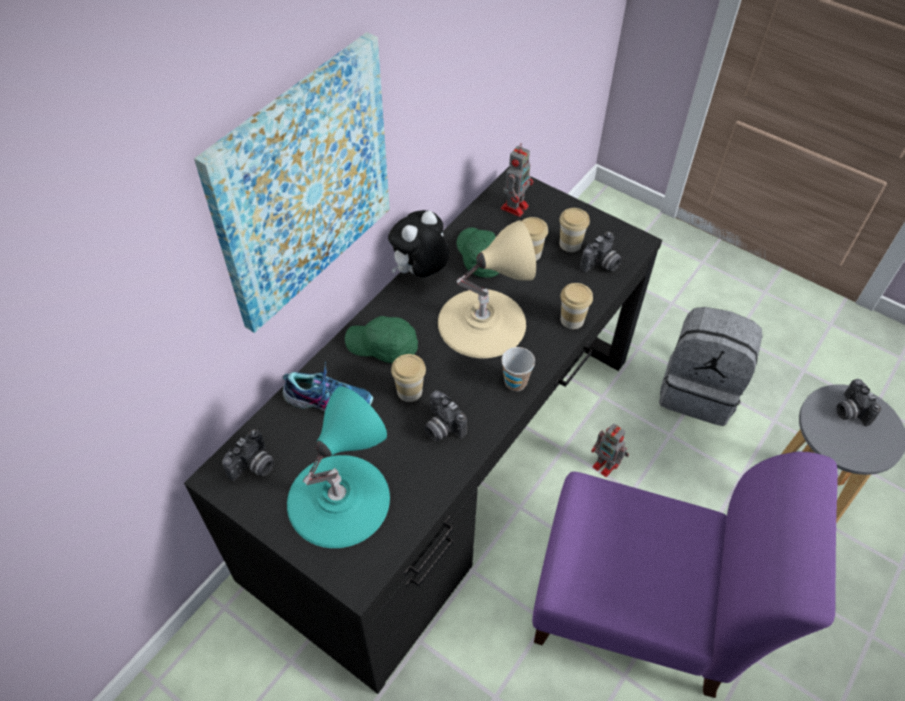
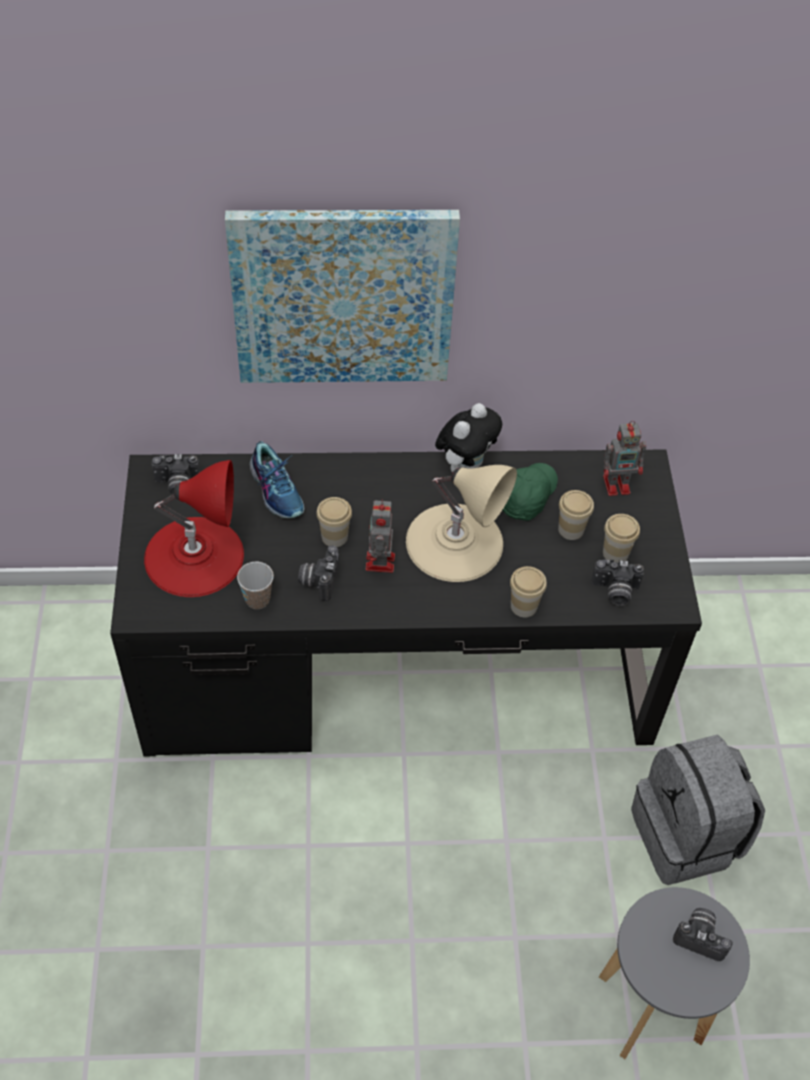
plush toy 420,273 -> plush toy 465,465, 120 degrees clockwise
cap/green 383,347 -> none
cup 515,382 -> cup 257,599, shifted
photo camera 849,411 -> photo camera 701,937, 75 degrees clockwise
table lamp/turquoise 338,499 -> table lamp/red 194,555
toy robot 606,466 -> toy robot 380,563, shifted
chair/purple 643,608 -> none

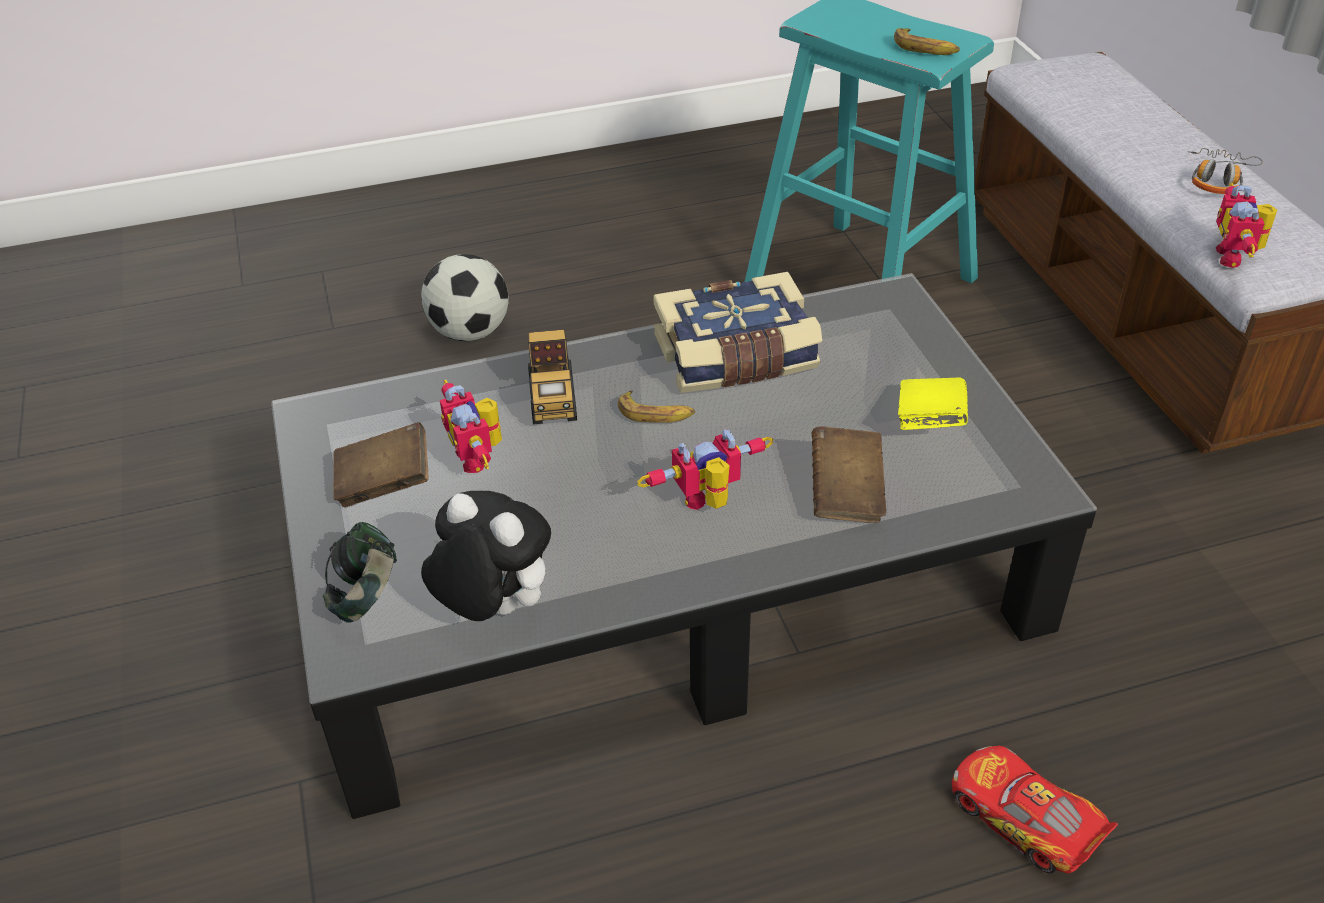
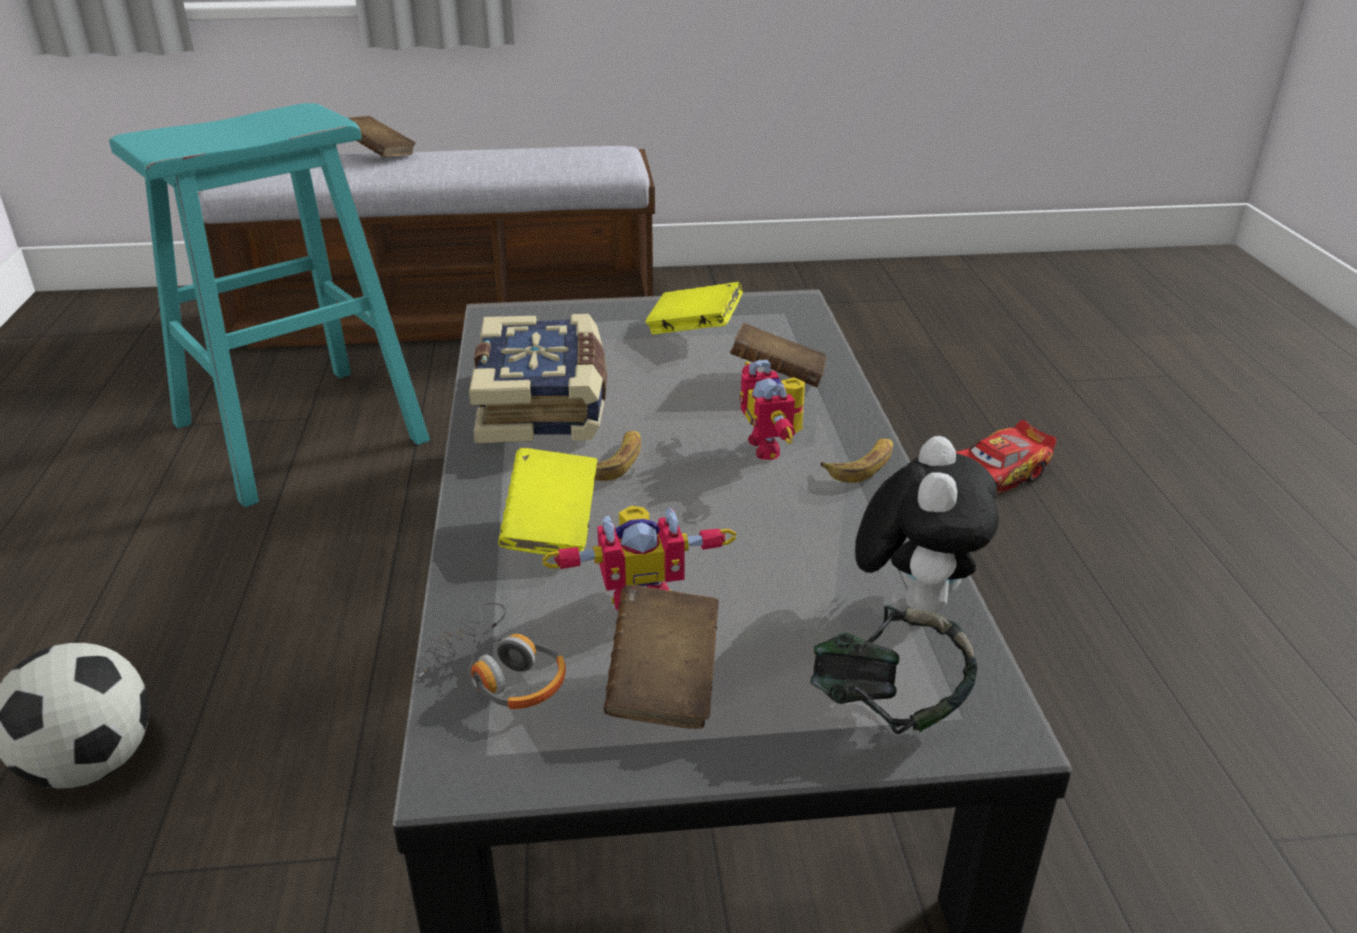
banana 925,48 -> banana 862,465, shifted
headphones 1218,180 -> headphones 499,673, shifted
toy robot 1236,257 -> none
toy truck 553,399 -> book/yellow 552,528
plush toy 492,608 -> plush toy 914,599, 150 degrees clockwise
none -> book/brown 378,154

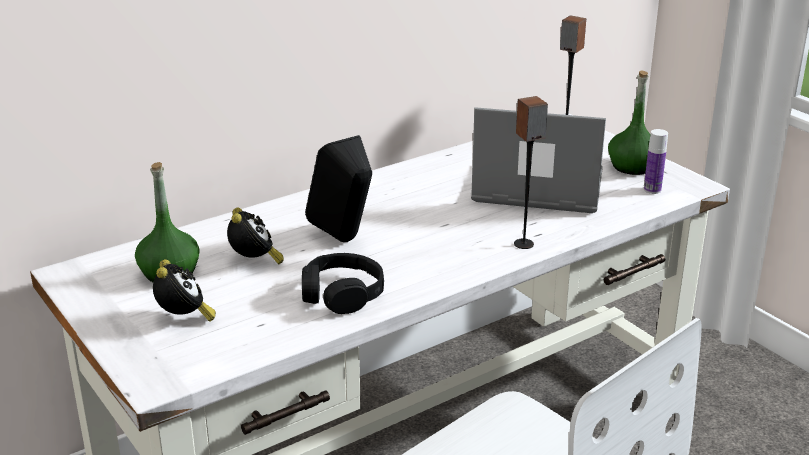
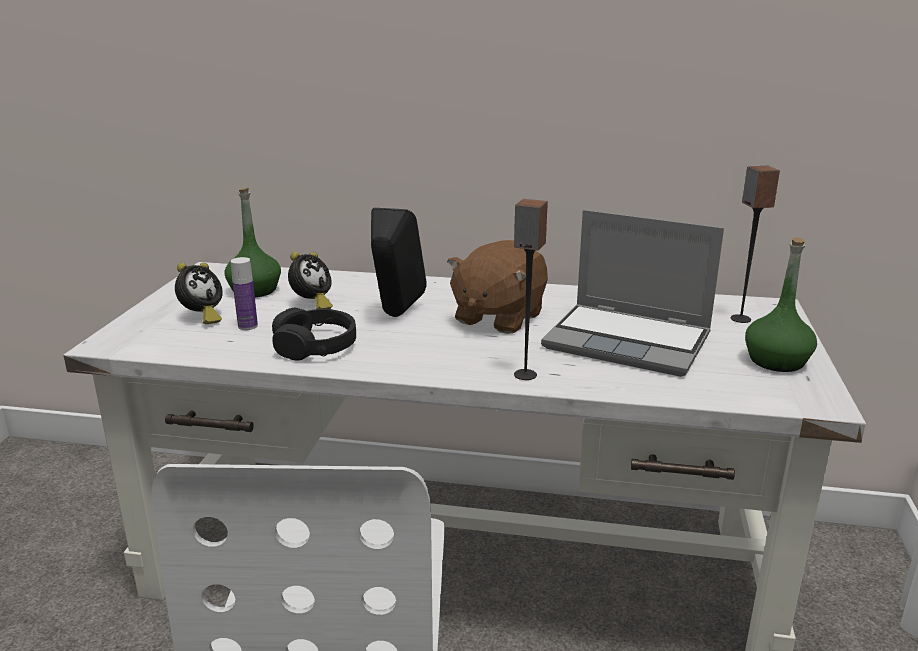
laptop 535,189 -> laptop 629,341, 150 degrees clockwise
bottle 652,190 -> bottle 247,326, shifted
none -> plush toy/brown 497,317

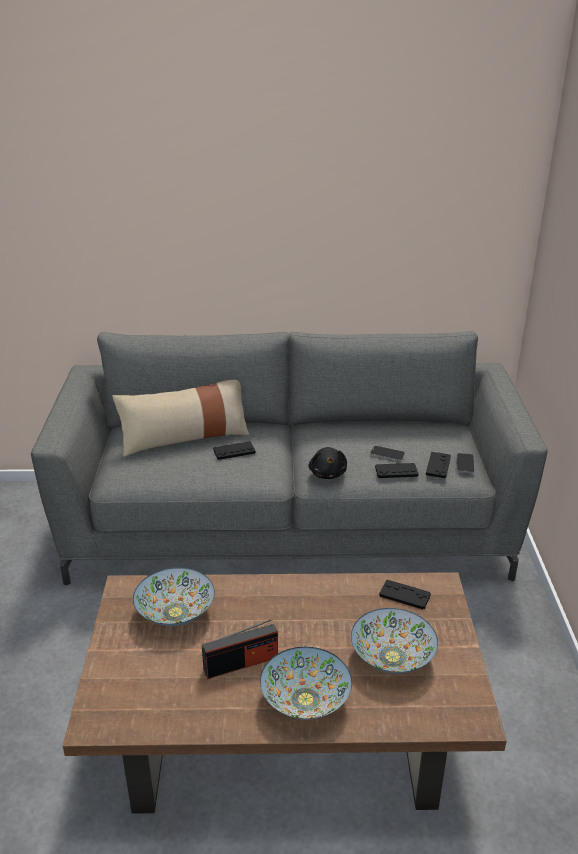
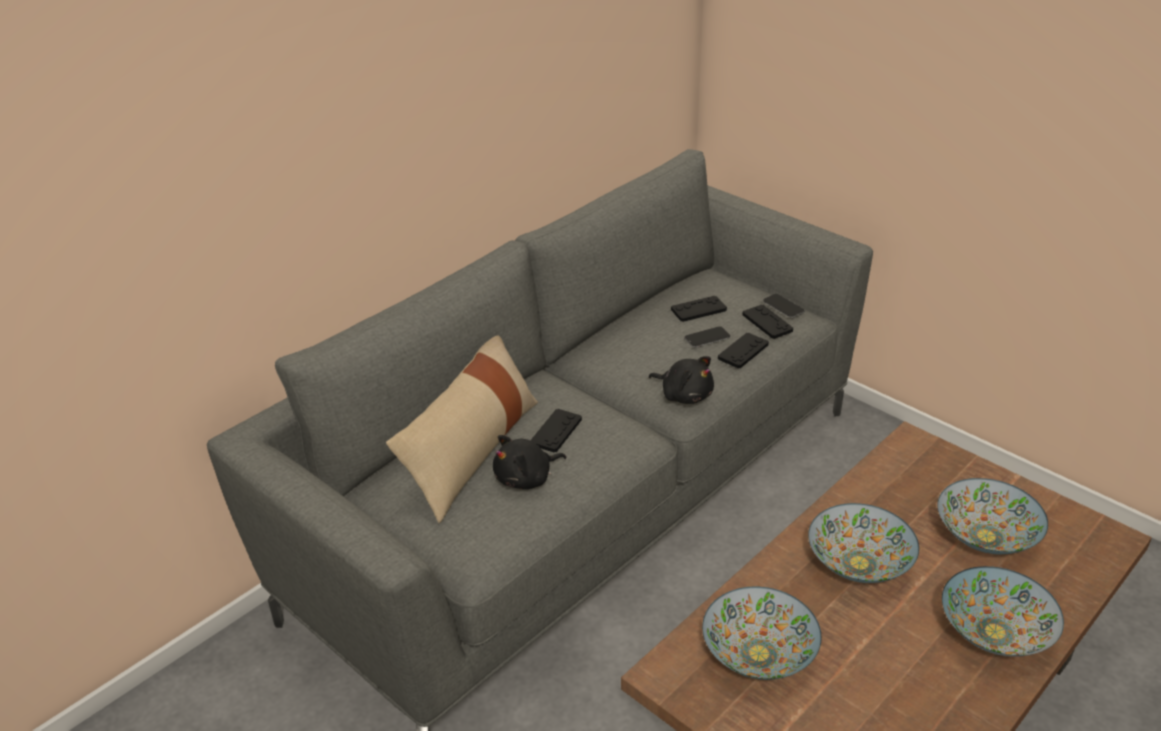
game controller/black 404,595 -> game controller/black 698,310, shifted
radio 241,663 -> none
none -> plush toy/black 526,478
none -> bowl 859,564

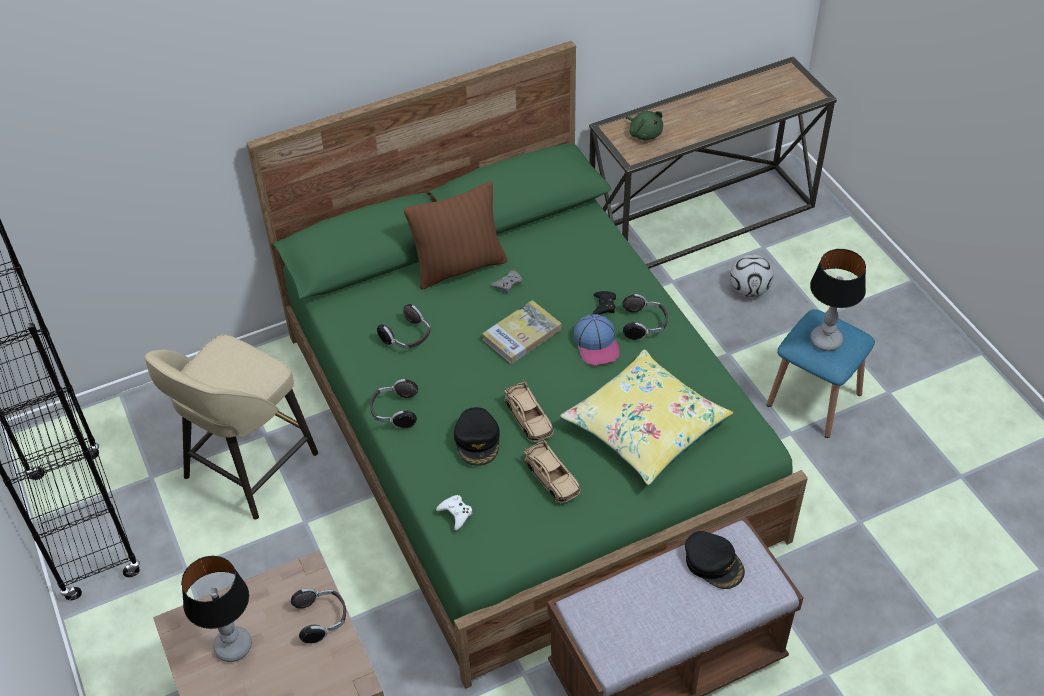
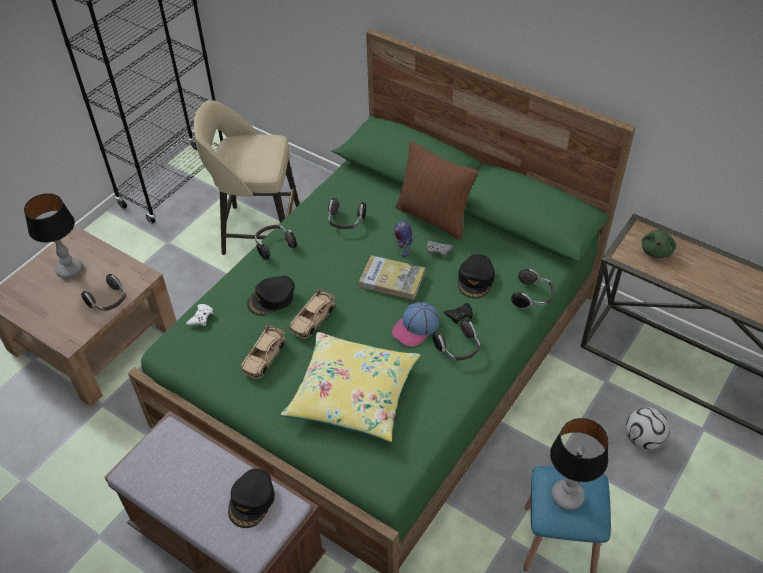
none -> toy robot 403,248
none -> cap/black 476,280
none -> headphones 532,297

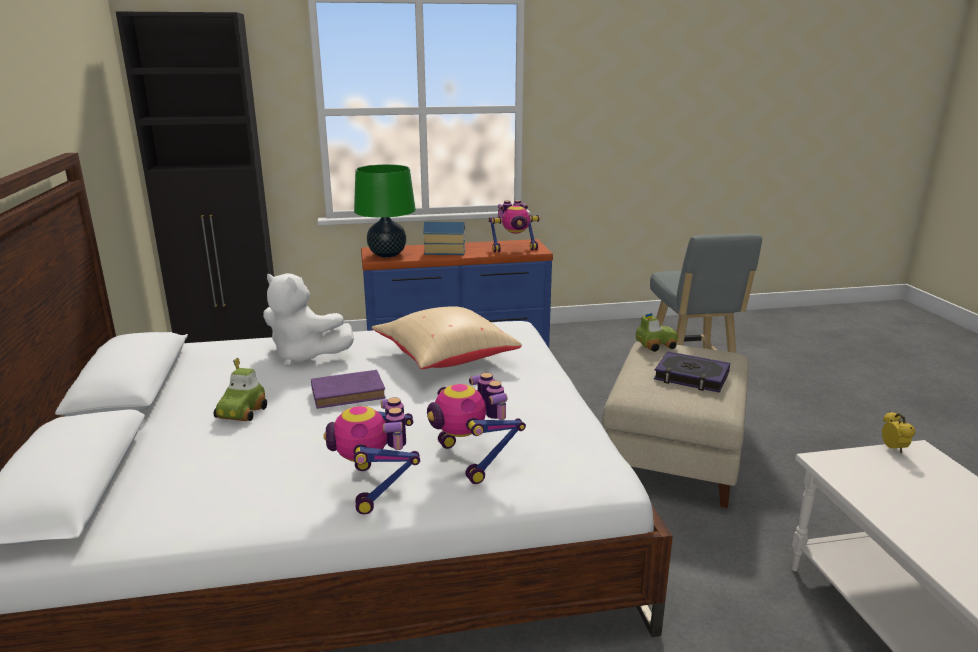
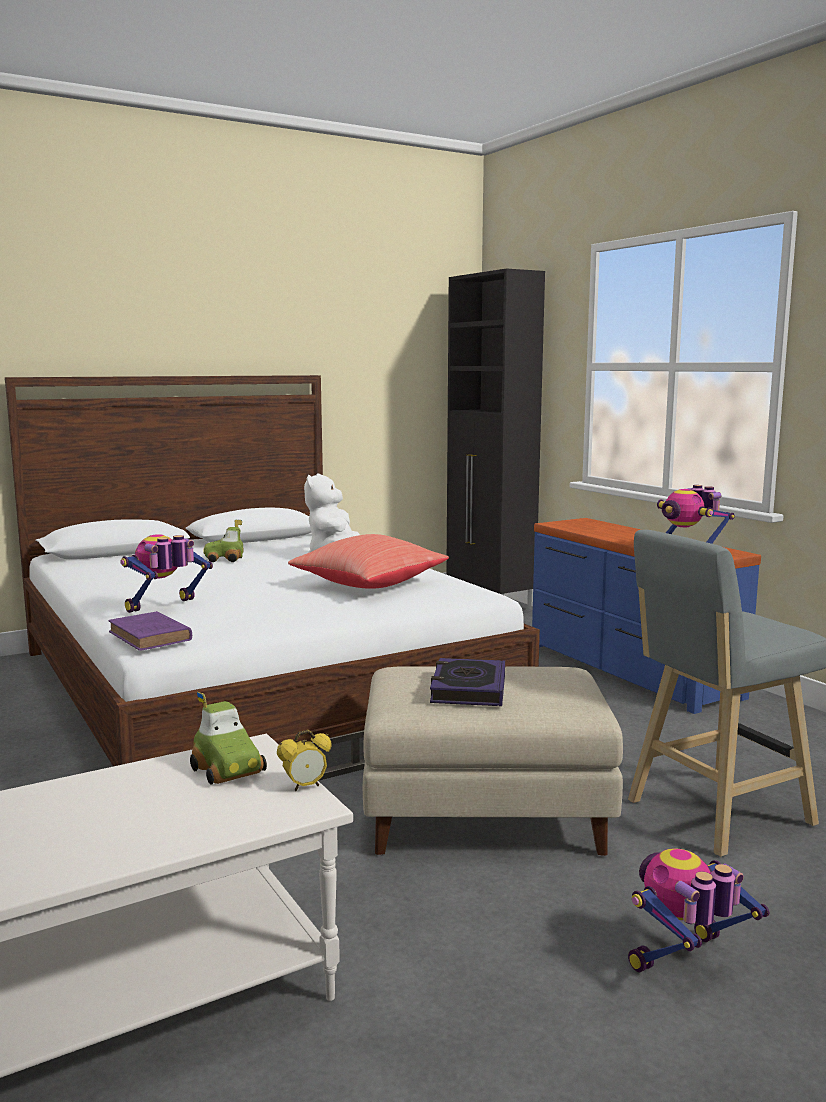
table lamp/green 387,255 -> none
toy house 444,251 -> none
pillow/beige 444,358 -> pillow/red 368,585
toy car 655,345 -> toy car 229,770, shifted
book/purple 350,393 -> book/purple 151,637, shifted
toy robot 376,487 -> toy robot 685,961, shifted

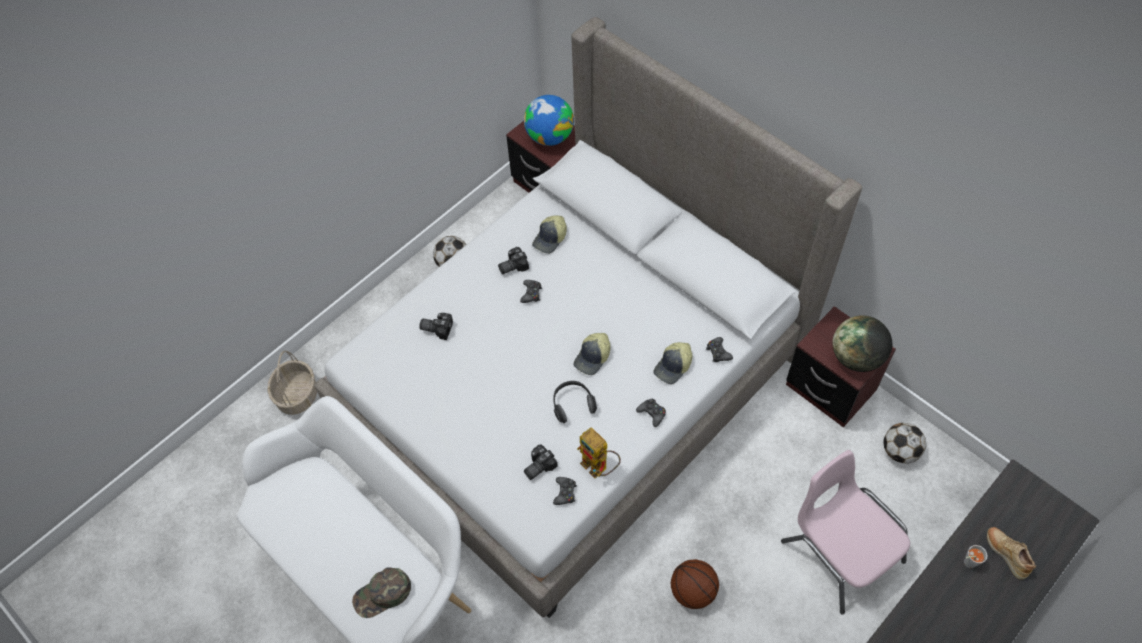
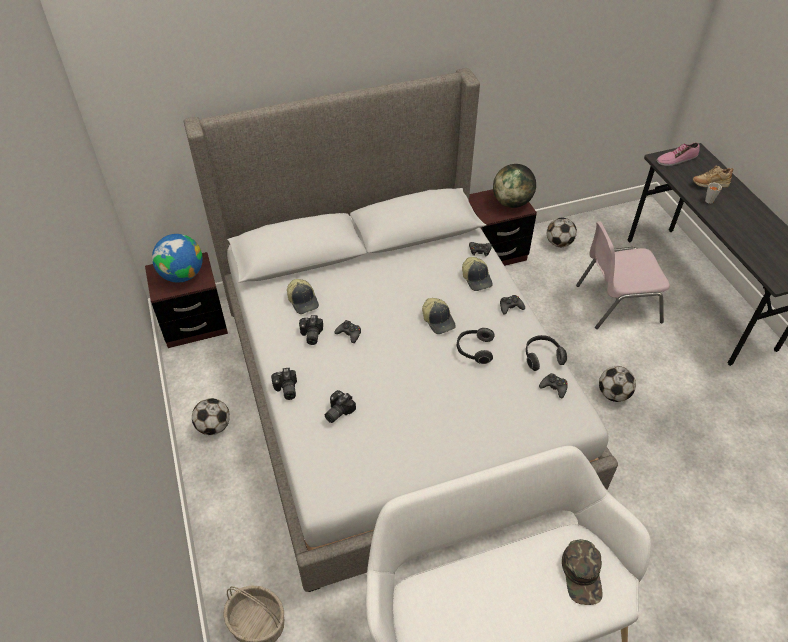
toy robot 599,468 -> headphones 542,357
photo camera 537,466 -> photo camera 285,389, shifted
basketball 693,591 -> football 613,394
none -> shoe 676,159

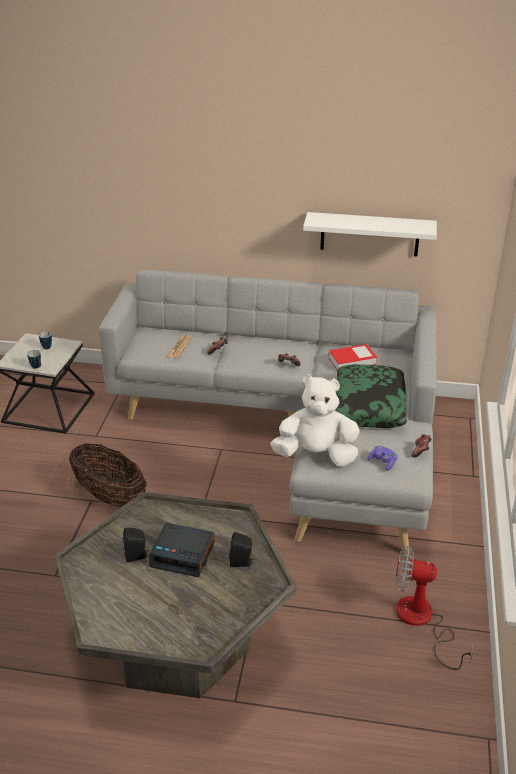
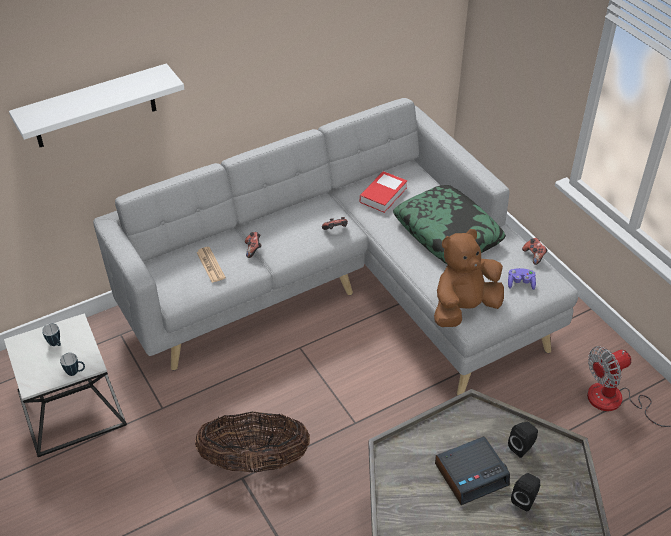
shelf/white 369,234 -> shelf/white 94,107, shifted
plush toy/white 316,455 -> plush toy/brown 464,308
speaker/black 136,556 -> speaker/black 525,499, shifted

